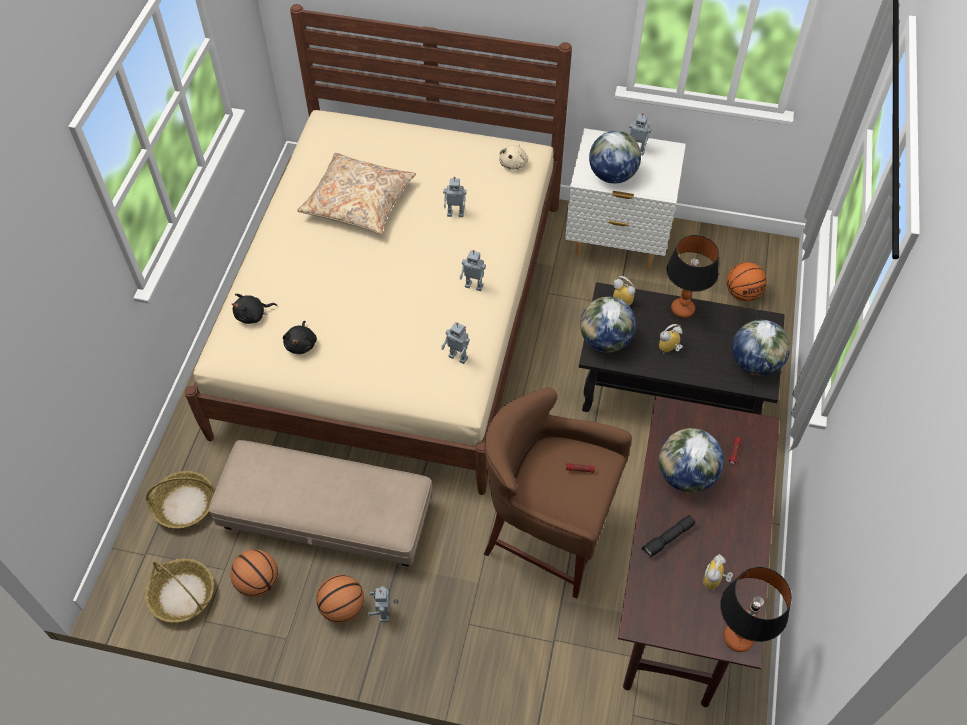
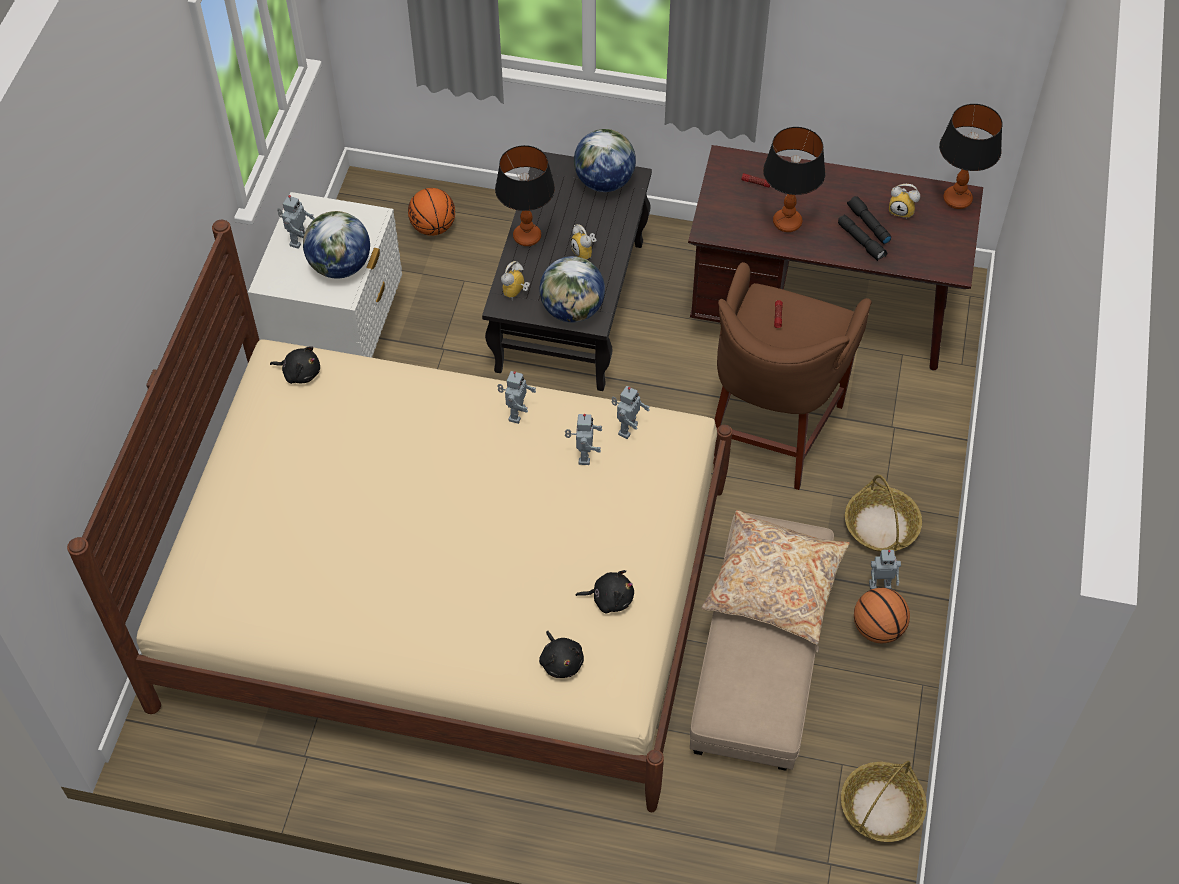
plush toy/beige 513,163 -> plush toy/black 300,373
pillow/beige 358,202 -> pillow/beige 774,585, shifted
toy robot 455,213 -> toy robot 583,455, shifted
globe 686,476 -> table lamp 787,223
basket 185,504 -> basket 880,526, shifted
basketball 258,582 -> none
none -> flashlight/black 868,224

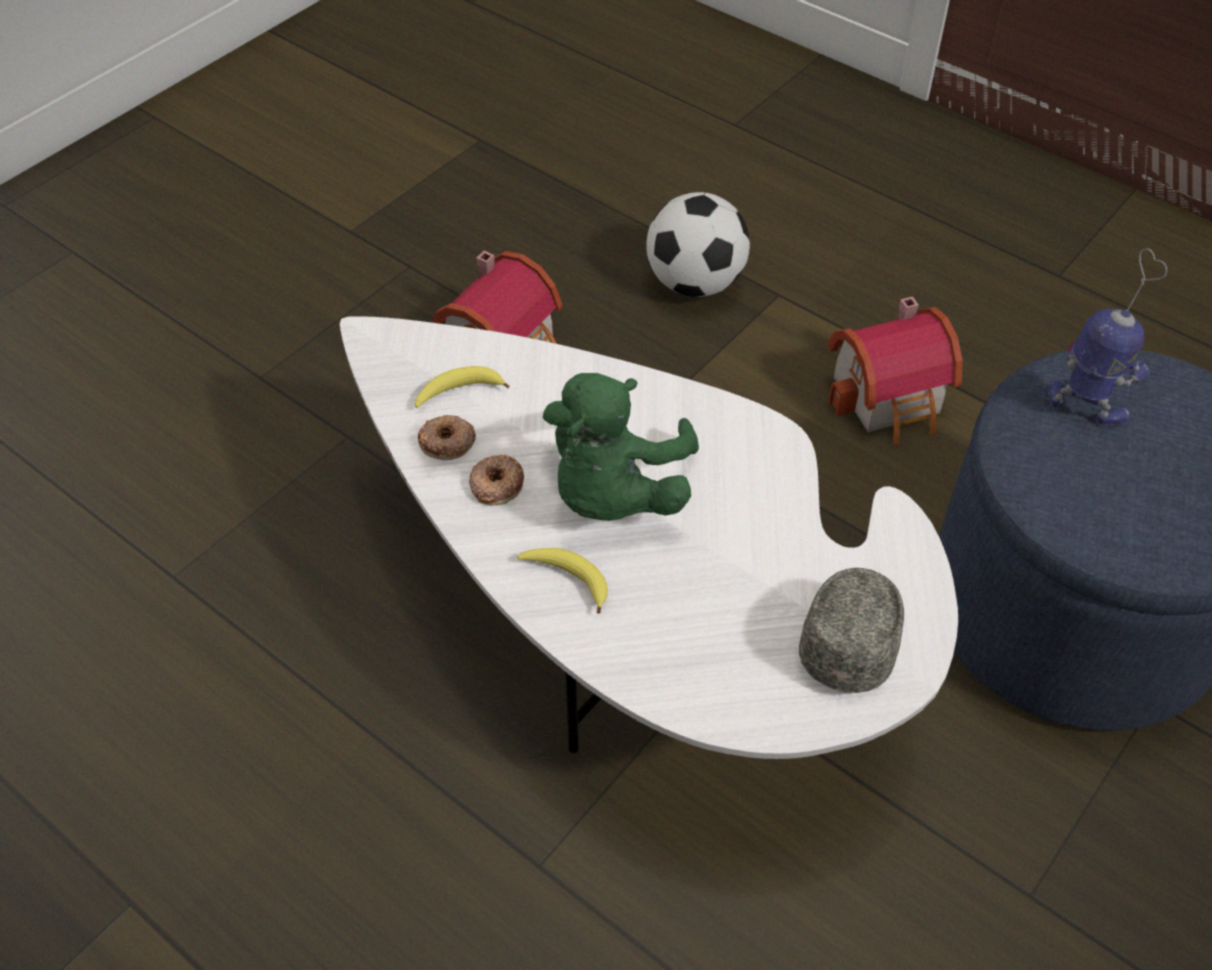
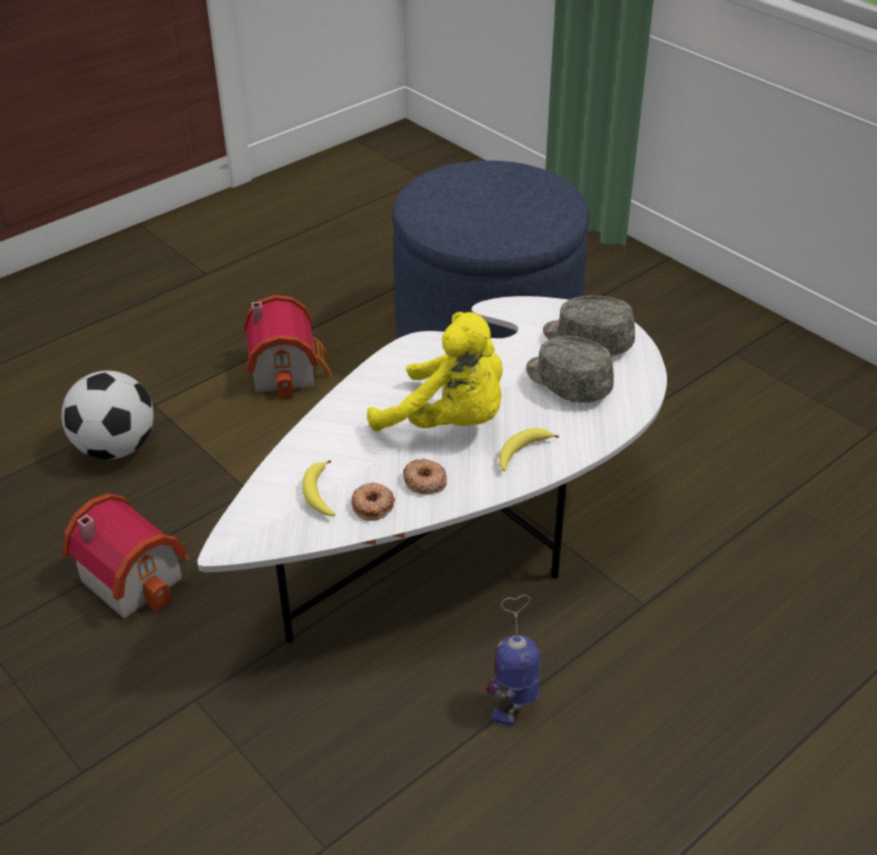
toy robot 1086,407 -> toy robot 517,703, shifted
plush toy/green 614,493 -> plush toy/yellow 448,423
none -> cap/grey 567,382

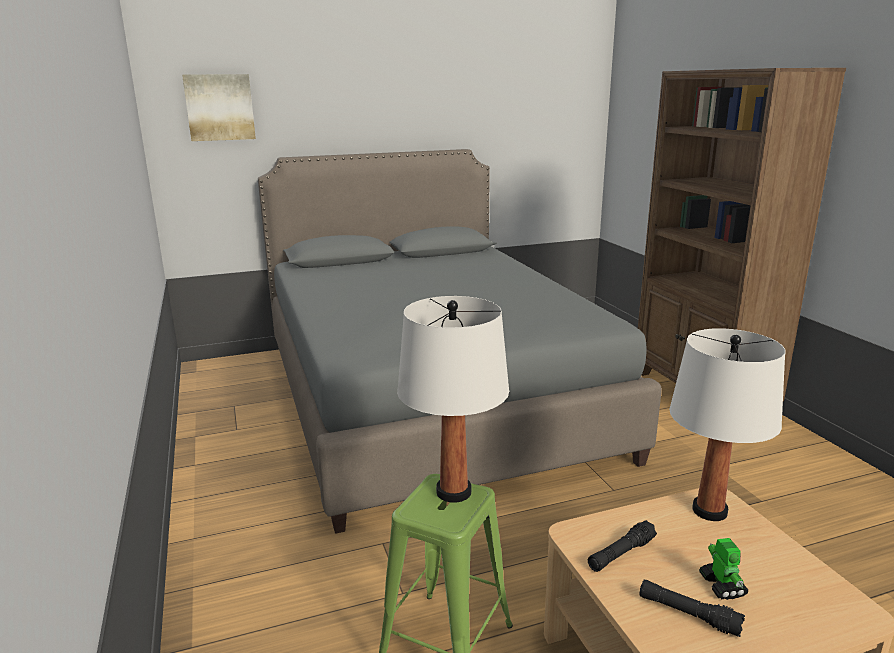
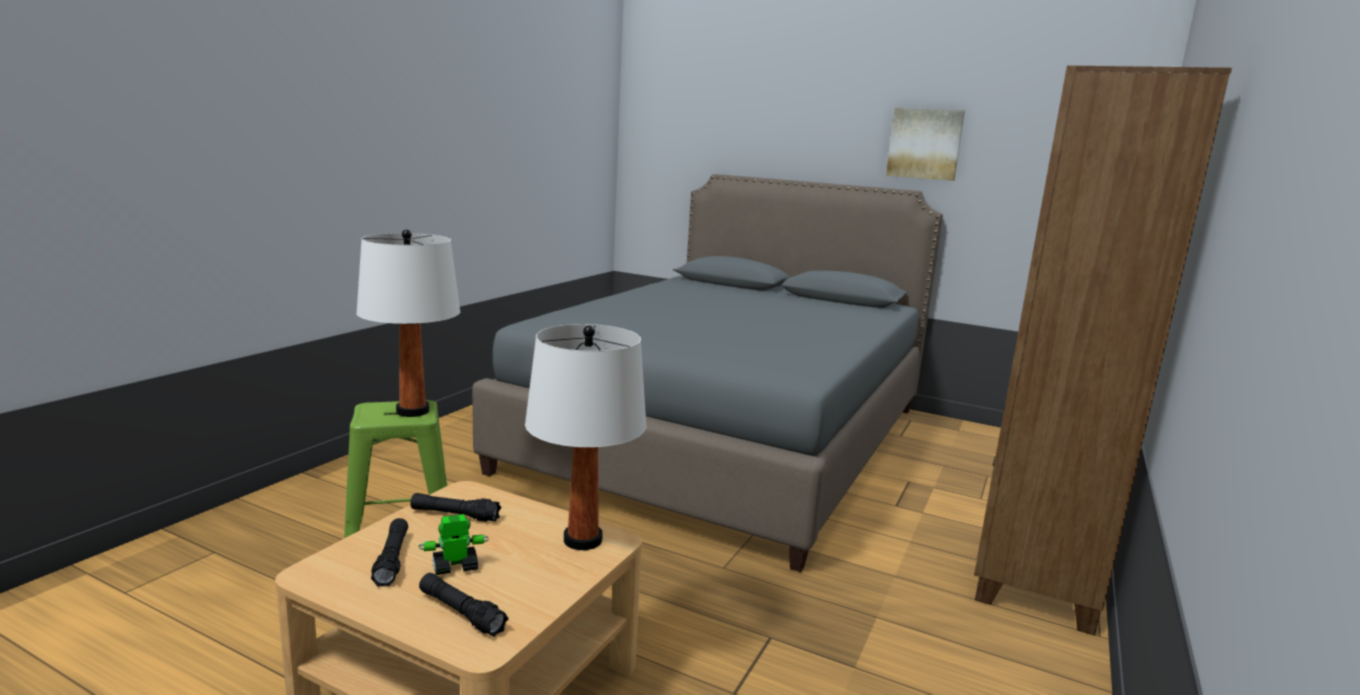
picture 219,107 -> picture 924,144, shifted
toy robot 722,585 -> toy robot 454,567, 150 degrees counterclockwise
none -> flashlight/black 461,613

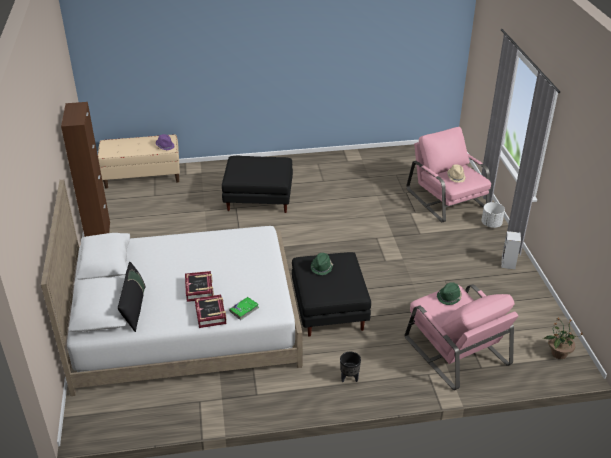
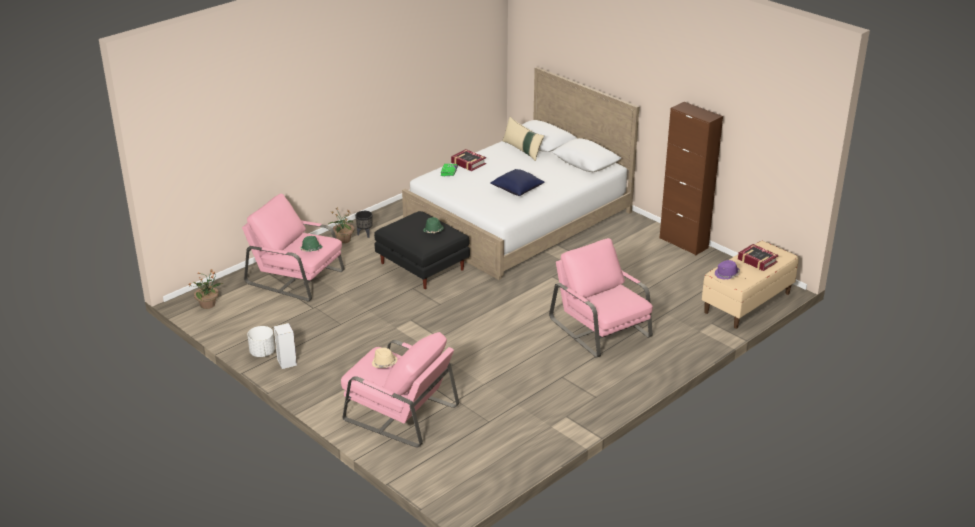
ottoman/black 258,199 -> armchair/pink 601,328
planter/white 491,224 -> planter/white 262,352, shifted
pillow/black 134,308 -> pillow/beige 522,150
book 199,289 -> book 757,261, shifted
none -> pillow/blue 517,190
none -> potted plant 343,240

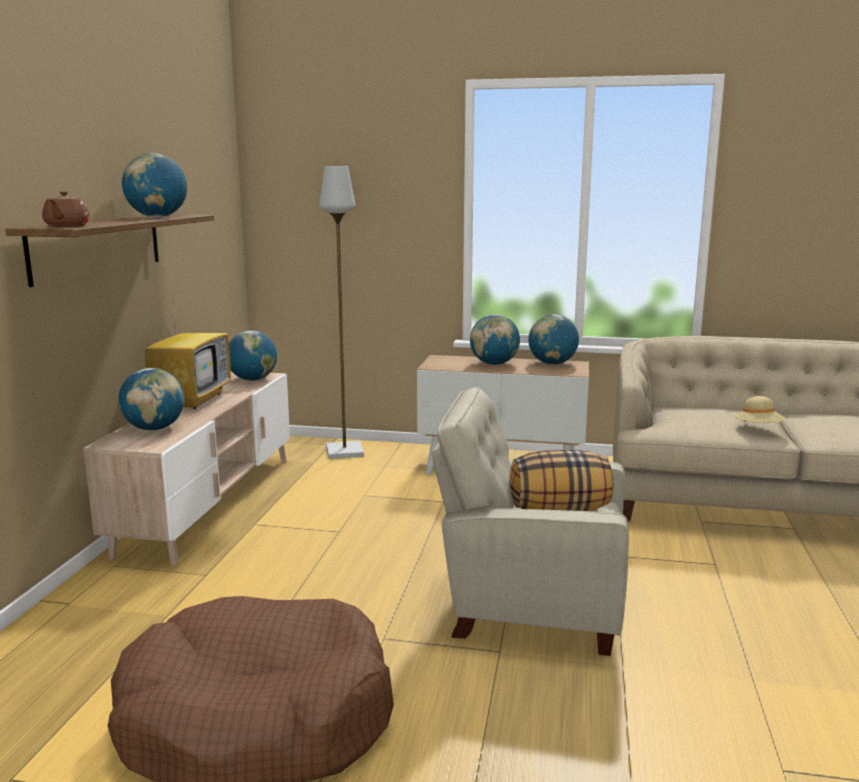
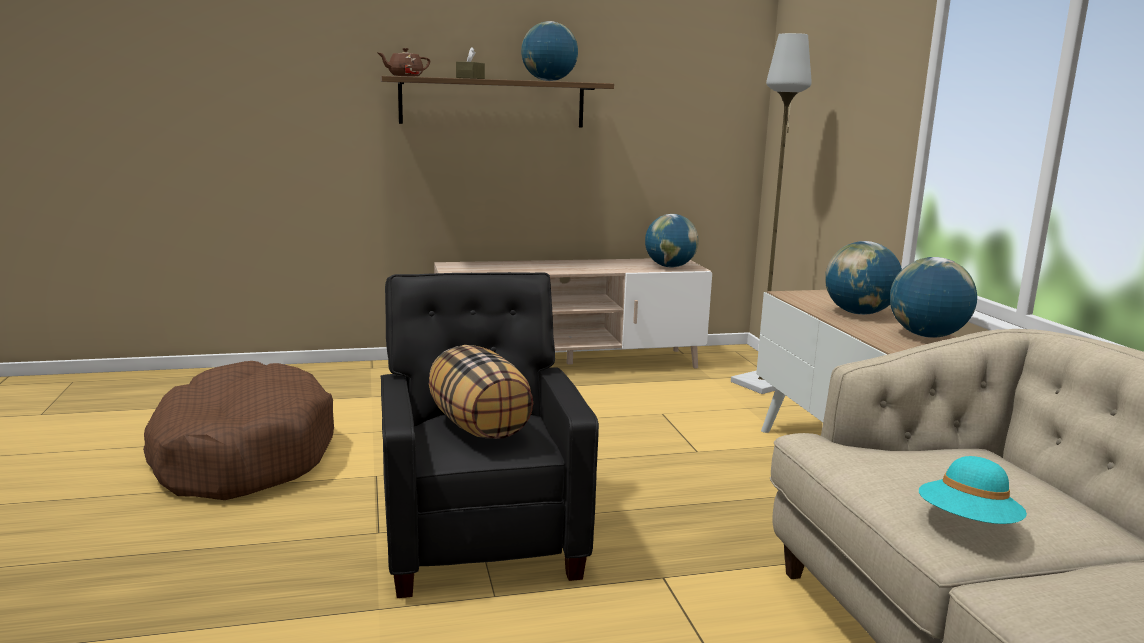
television 192,400 -> none
globe 154,428 -> none
armchair/beige 528,606 -> armchair/black 481,535
hat/beige 758,429 -> hat/turquoise 967,524
none -> tissue box/brown 470,78

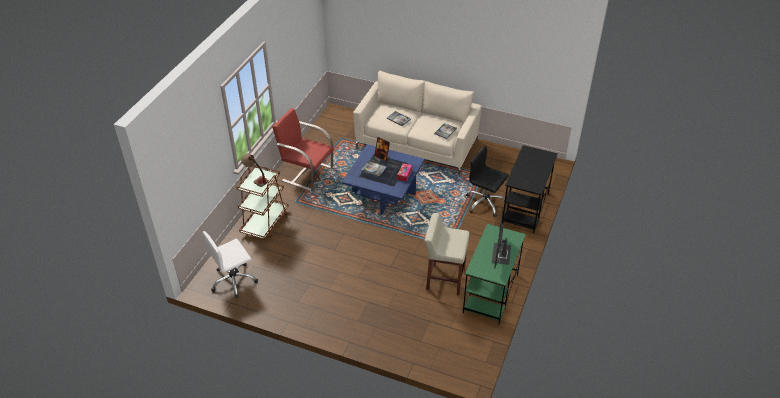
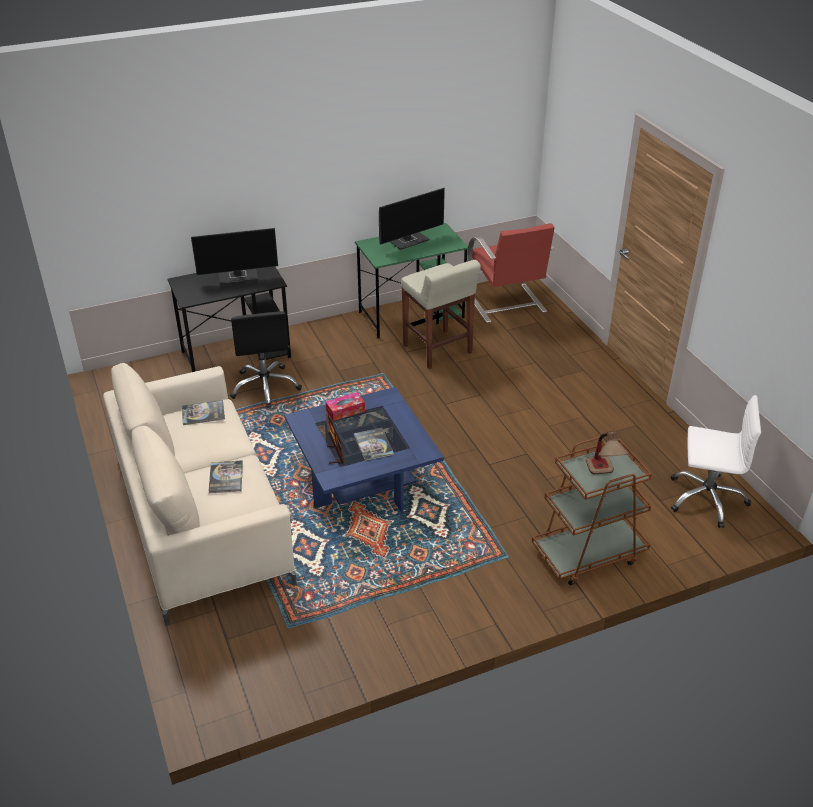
armchair/red 307,174 -> armchair/red 506,304, shifted
none -> monitor 239,276

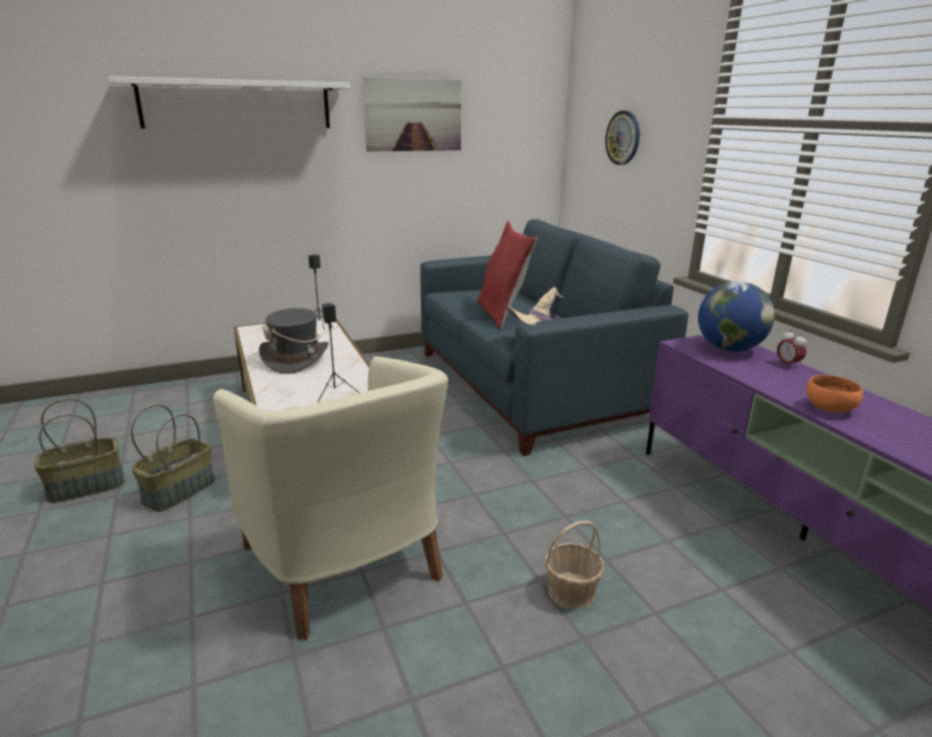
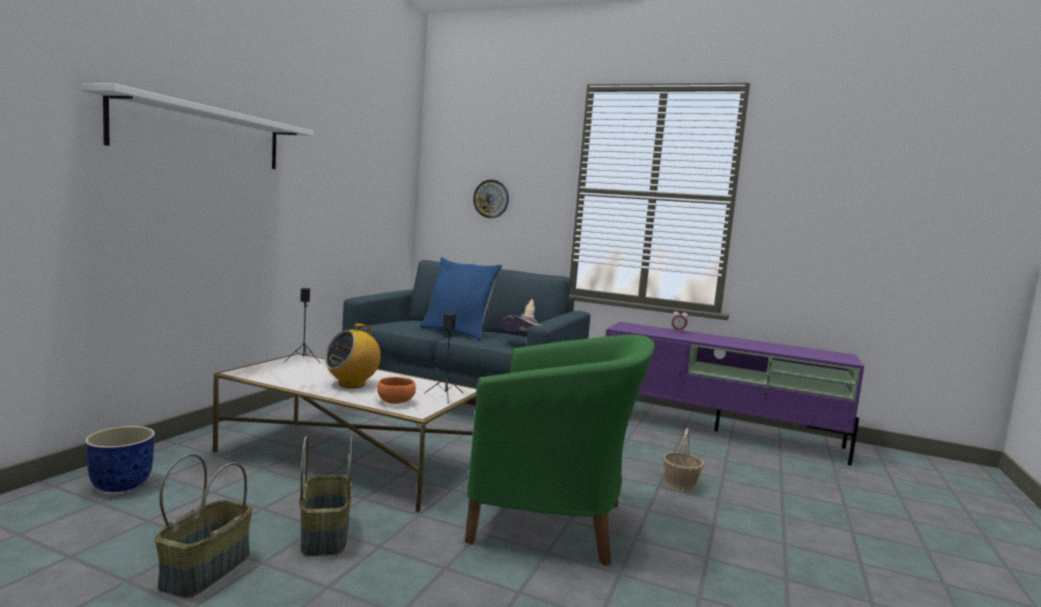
picture 413,115 -> none
pillow/red 502,314 -> pillow/blue 457,332
globe 729,349 -> none
hat/grey 295,359 -> radio 352,384
armchair/beige 345,564 -> armchair/green 553,521
bowl/orange 829,408 -> bowl/orange 395,402, shifted
none -> planter 120,485

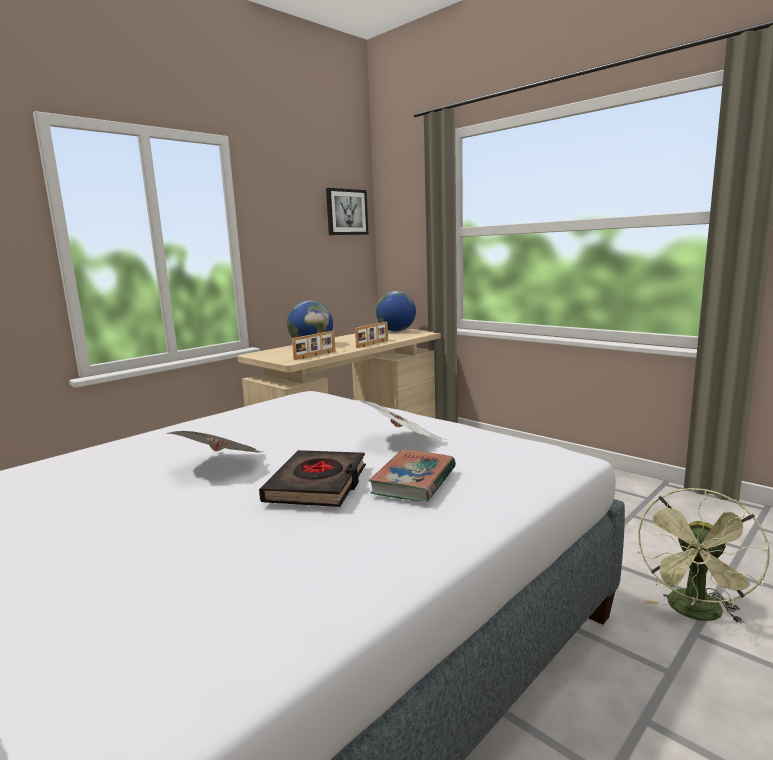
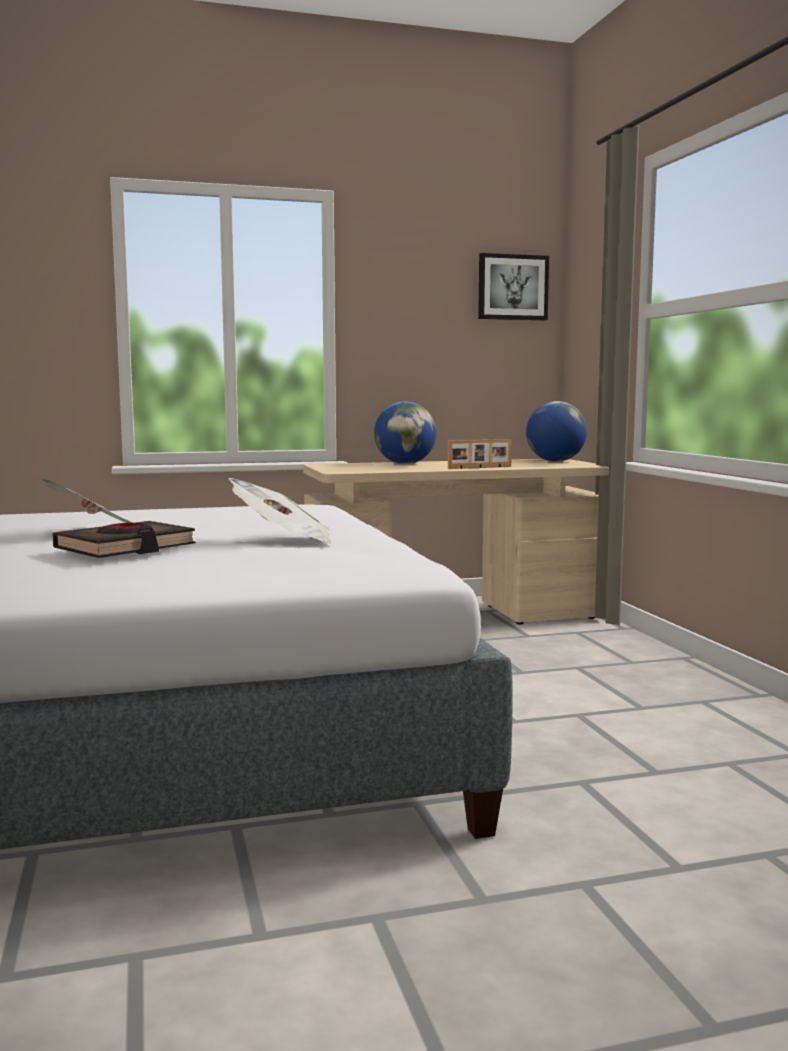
picture frame 315,355 -> none
book 414,481 -> none
fan/green 695,613 -> none

